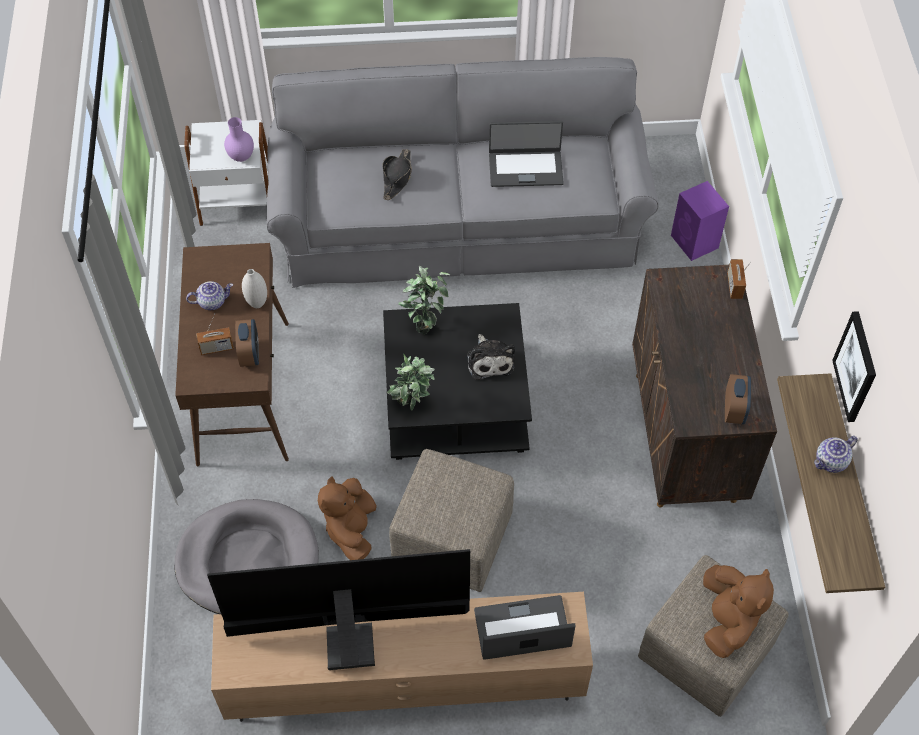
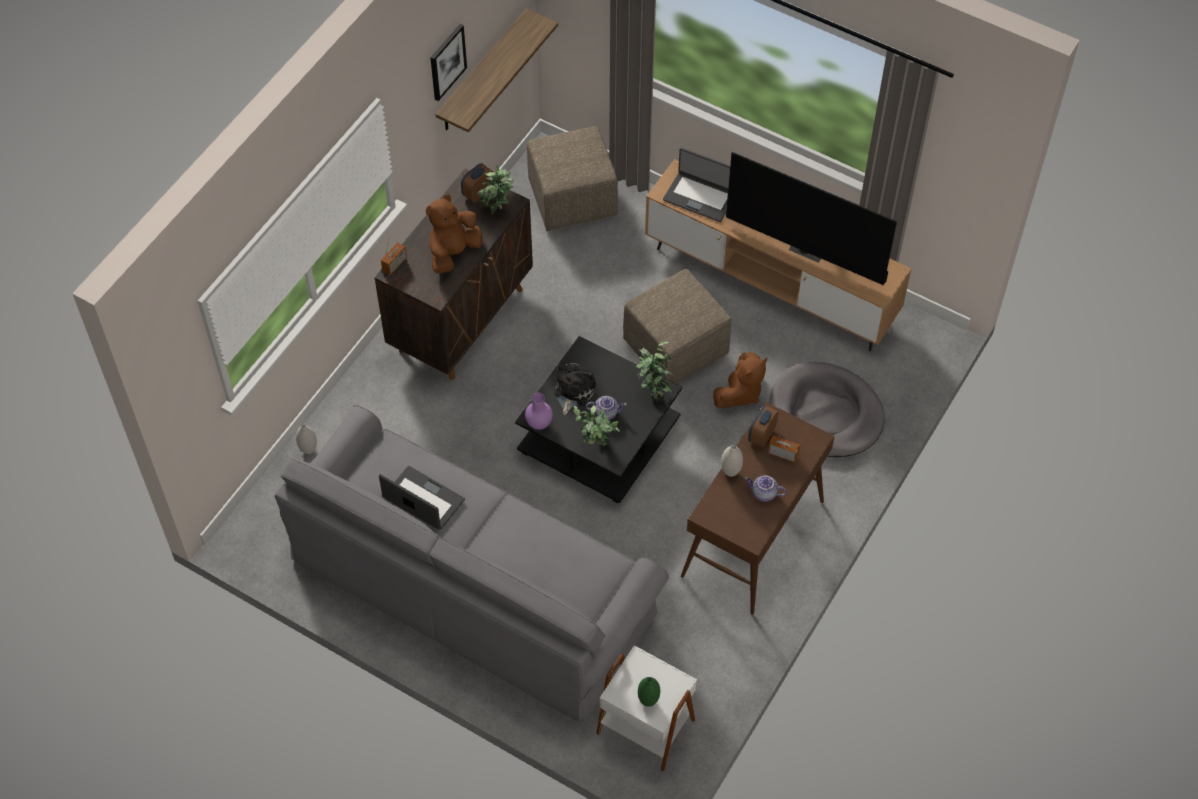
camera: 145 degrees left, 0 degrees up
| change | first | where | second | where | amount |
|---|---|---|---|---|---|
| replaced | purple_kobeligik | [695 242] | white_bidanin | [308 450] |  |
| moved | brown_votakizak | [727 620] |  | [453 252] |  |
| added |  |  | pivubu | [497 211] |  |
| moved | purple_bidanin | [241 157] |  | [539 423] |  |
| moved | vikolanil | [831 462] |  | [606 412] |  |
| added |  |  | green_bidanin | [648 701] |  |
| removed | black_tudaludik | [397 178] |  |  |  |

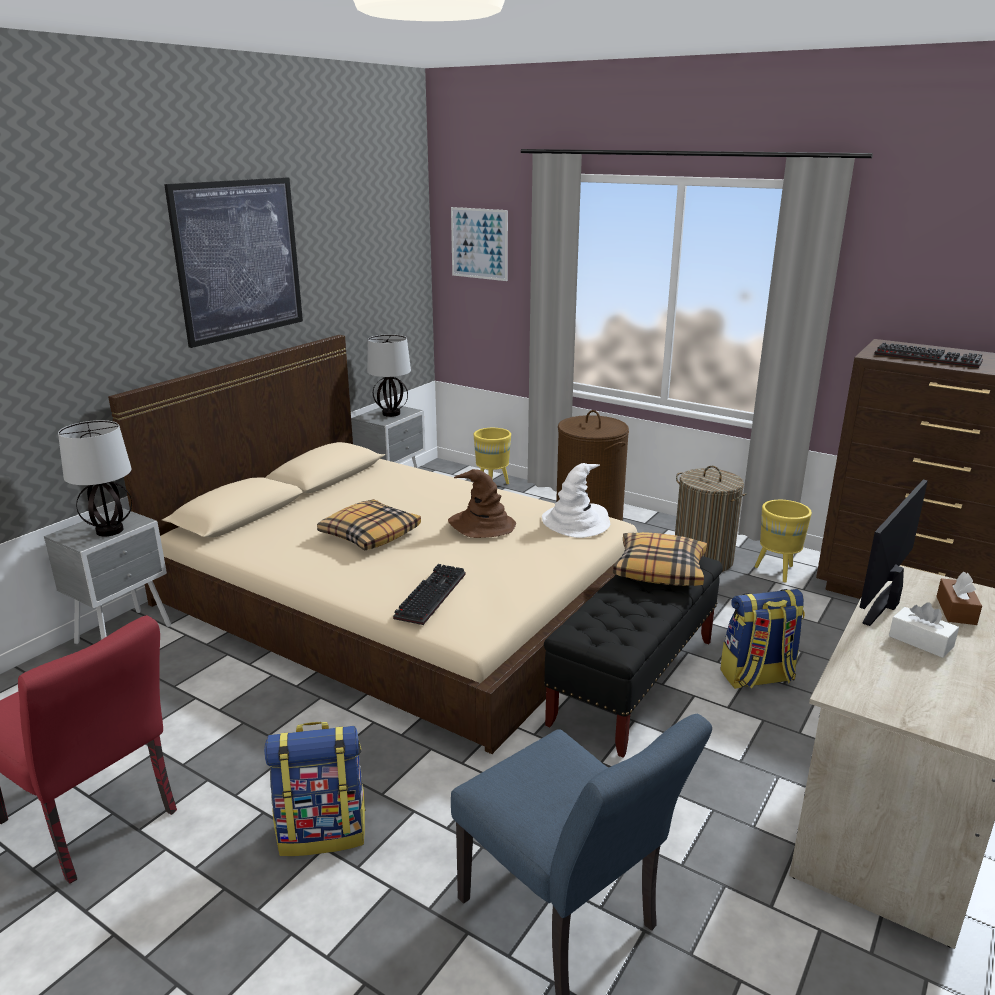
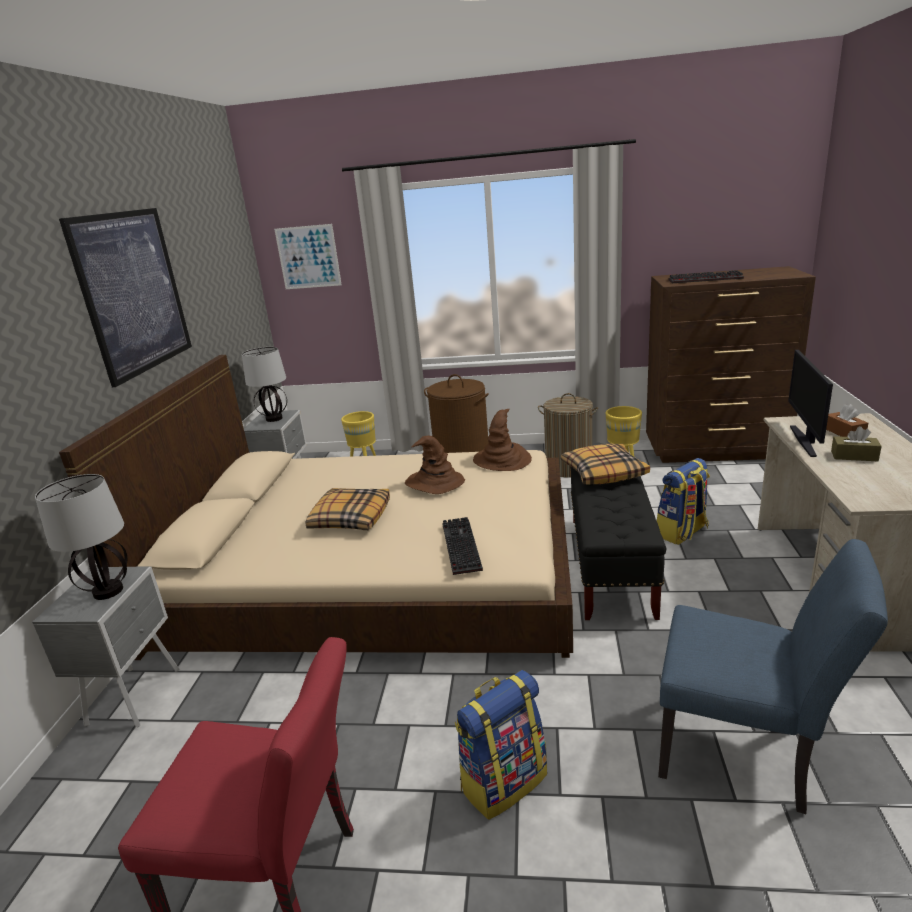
camera: 25 degrees left, 0 degrees up
| change | first | where | second | where | amount |
|---|---|---|---|---|---|
| recoloured | white_tudaludik | [576 522] | brown_tudaludik | [502 460] |  |
| recoloured | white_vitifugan | [921 641] | brown_vitifugan | [854 456] |  |

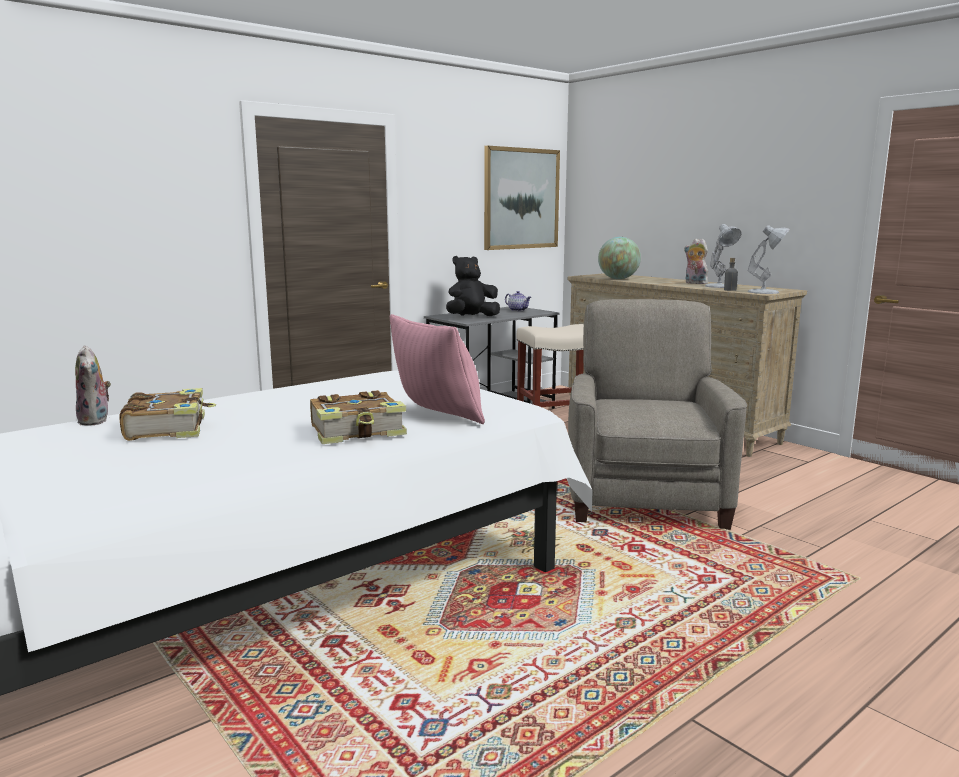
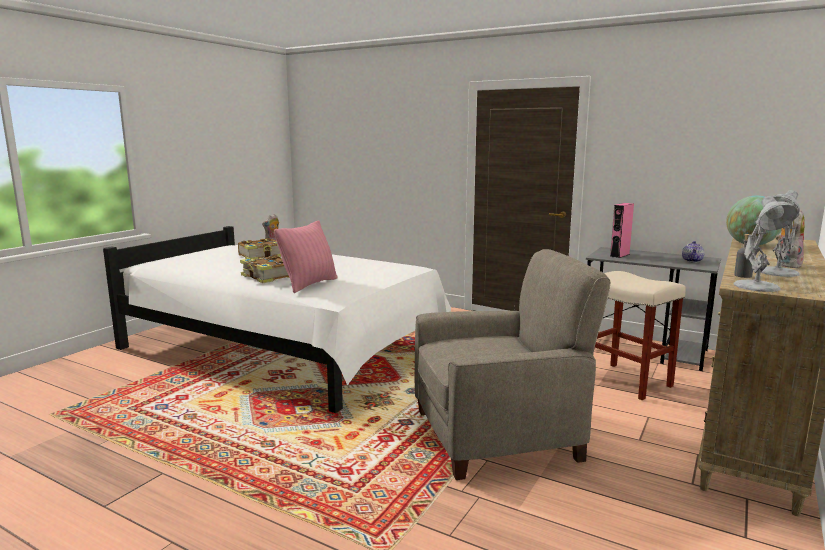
camera: 70 degrees right, 0 degrees up
| change | first | where | second | where | amount |
|---|---|---|---|---|---|
| replaced | black_votakizak | [471 317] | pink_kobeligik | [619 255] |  |
| removed | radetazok | [521 199] |  |  |  |

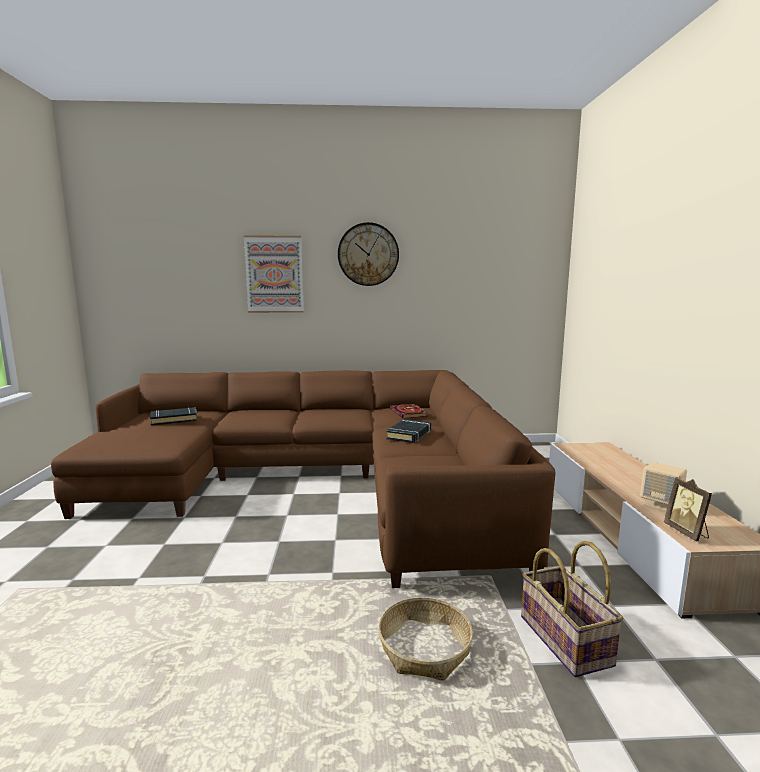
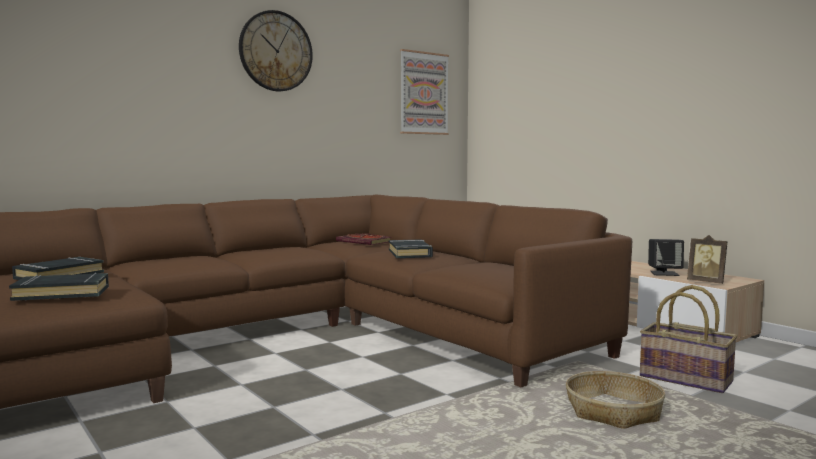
camera: 35 degrees left, 5 degrees down
| change | first | where | second | where | amount |
|---|---|---|---|---|---|
| added |  |  | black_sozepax | [62 293] |  |
| moved | radetazok | [274 274] |  | [424 93] |  |
| recoloured | beige_kobeligik | [661 505] | black_kobeligik | [664 273] |  |

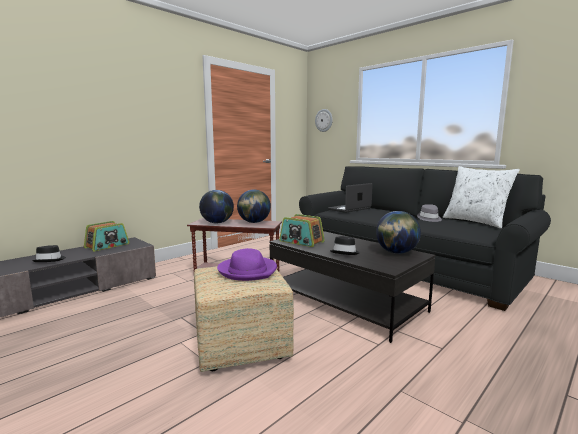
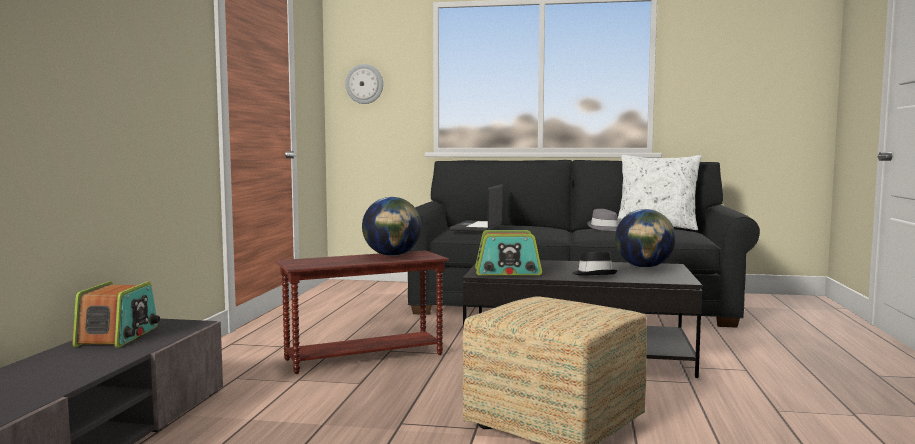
camera: 35 degrees left, 5 degrees down
| change | first | where | second | where | amount |
|---|---|---|---|---|---|
| removed | black_tudaludik | [50 260] |  |  |  |
| removed | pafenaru | [217 223] |  |  |  |
| removed | purple_tudaludik | [248 271] |  |  |  |

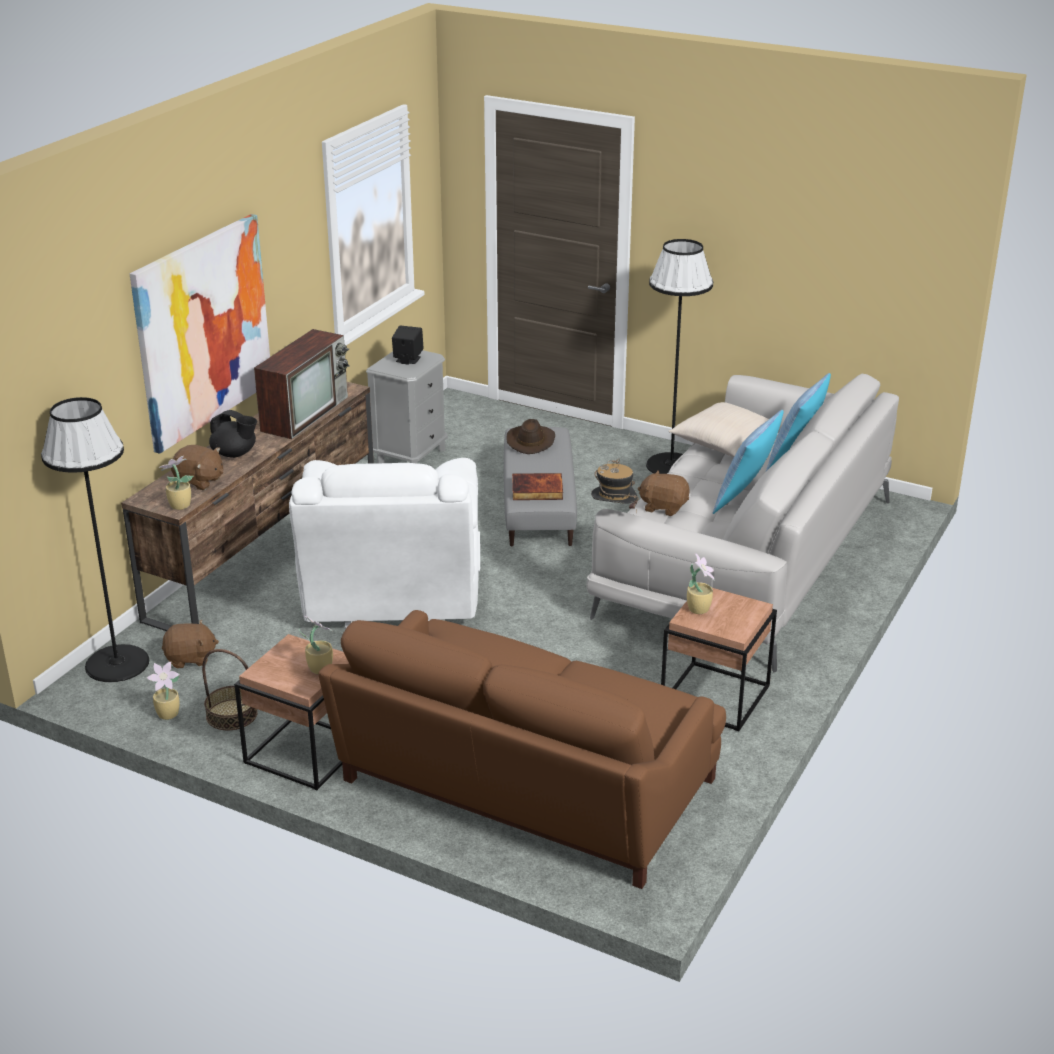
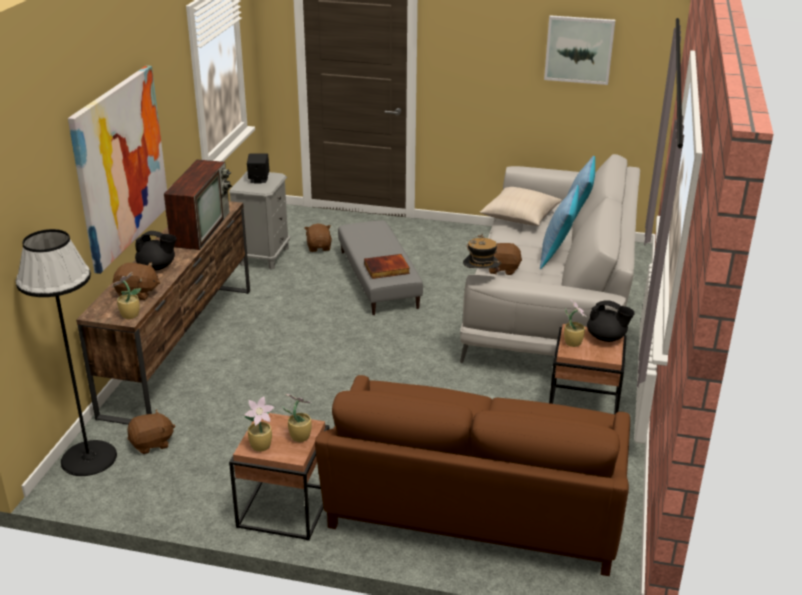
camera: 15 degrees left, 0 degrees up
| change | first | where | second | where | amount |
|---|---|---|---|---|---|
| moved | pivubu | [169 714] |  | [262 446] |  |
| added |  |  | brown_votakizak | [319 247] |  |
| added |  |  | radetazok | [579 49] |  |
| added |  |  | black_vikolanil | [606 338] |  |
| removed | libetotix | [231 715] |  |  |  |
| removed | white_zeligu | [391 605] |  |  |  |
| removed | brown_tudaludik | [530 441] |  |  |  |
| removed | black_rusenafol | [671 465] |  |  |  |

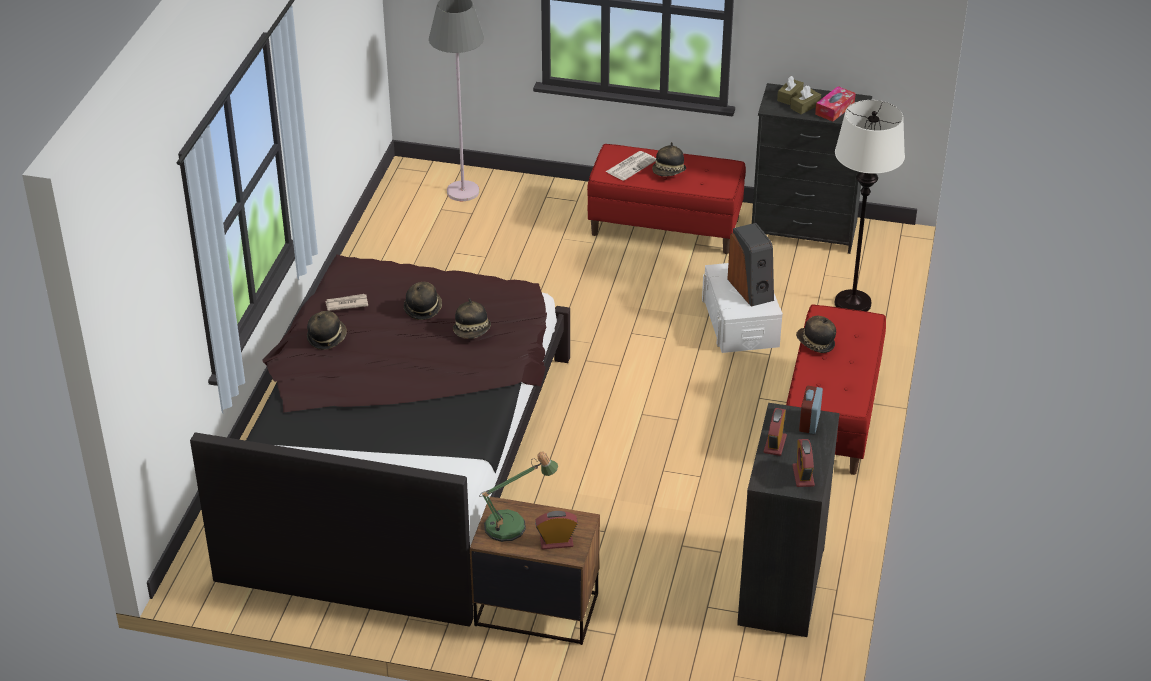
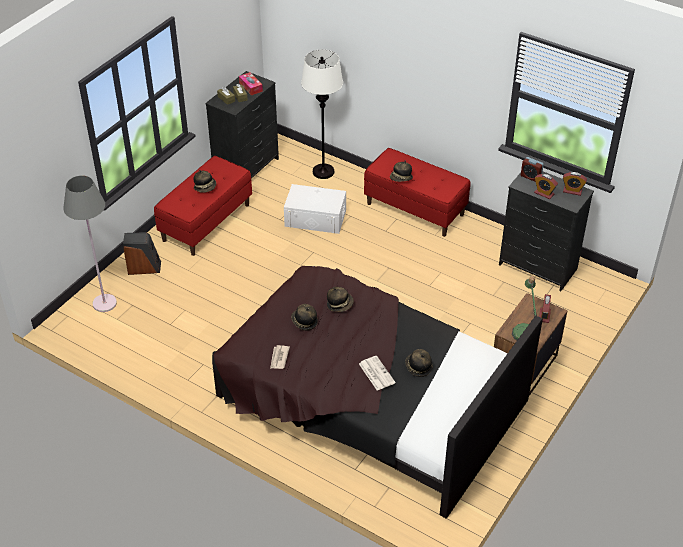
camera: 70 degrees left, 5 degrees up
| change | first | where | second | where | amount |
|---|---|---|---|---|---|
| moved | kobeligik | [751 289] |  | [144 267] |  |
| moved | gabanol | [631 166] |  | [376 373] |  |
| moved | tudaludik | [327 338] |  | [418 367] |  |

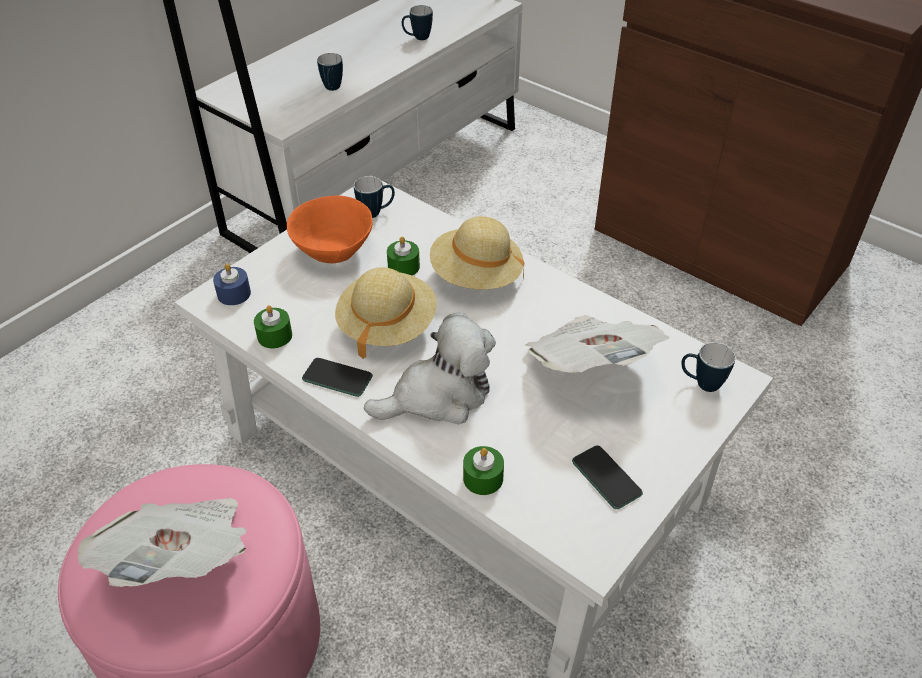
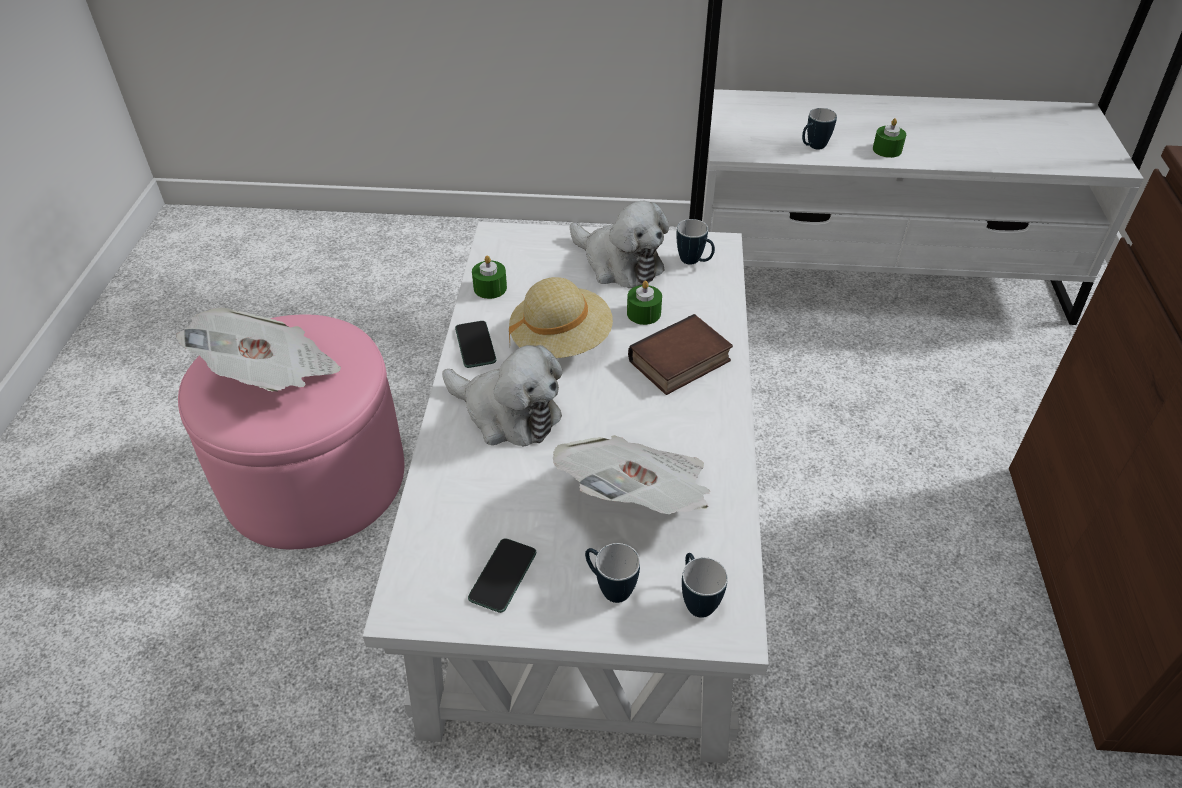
camera: 55 degrees right, 0 degrees up
| change | first | where | second | where | amount |
|---|---|---|---|---|---|
| replaced | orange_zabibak | [332 250] | votakizak | [619 263] |  |
| moved | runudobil | [417 38] |  | [609 588] |  |
| replaced | beige_tudaludik | [476 276] | sozepax | [680 363] |  |
| moved | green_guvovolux | [483 478] |  | [887 150] |  |
| removed | blue_guvovolux | [234 294] |  |  |  |

